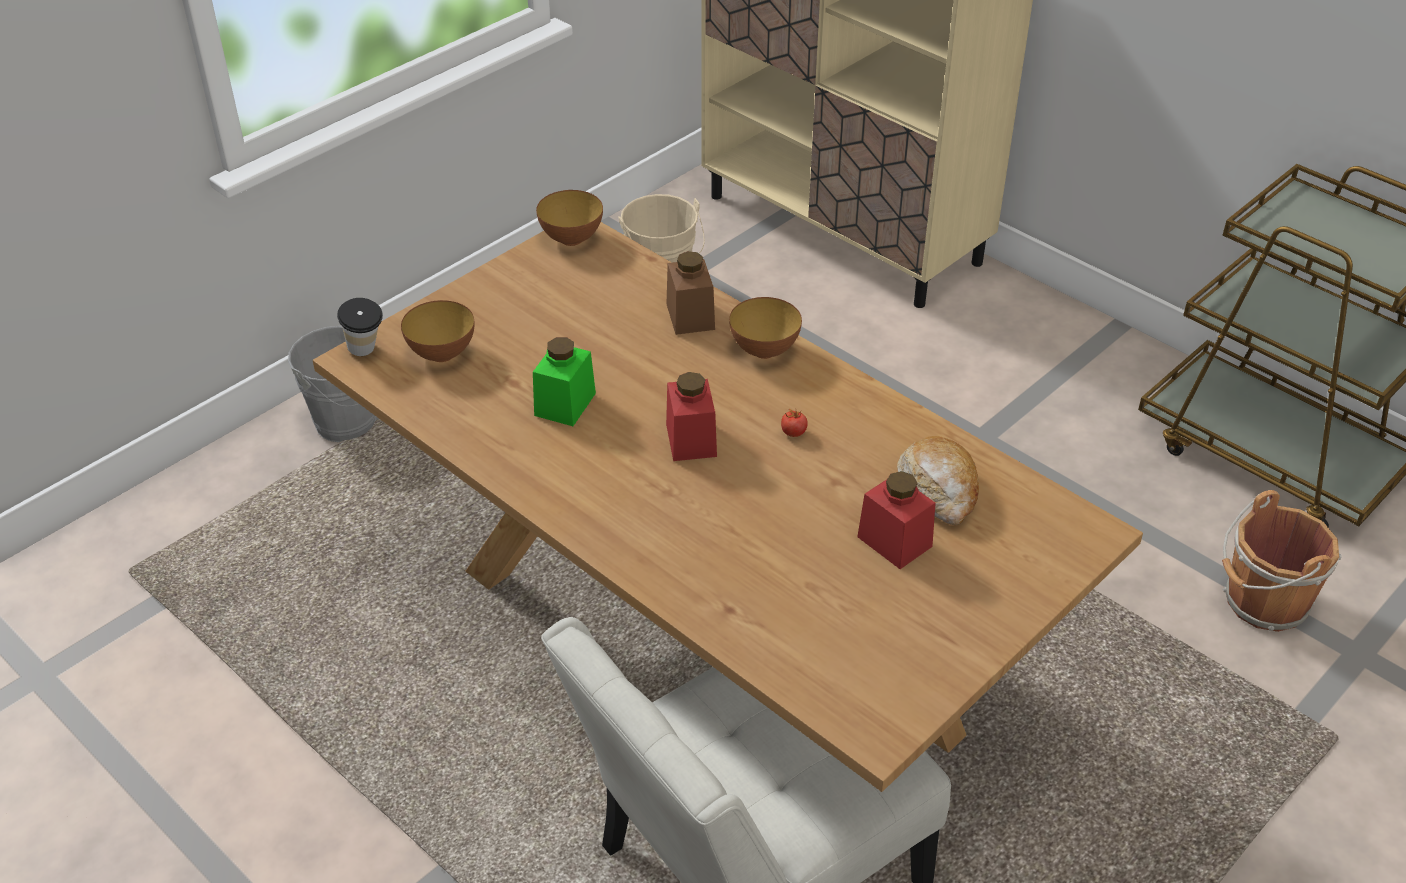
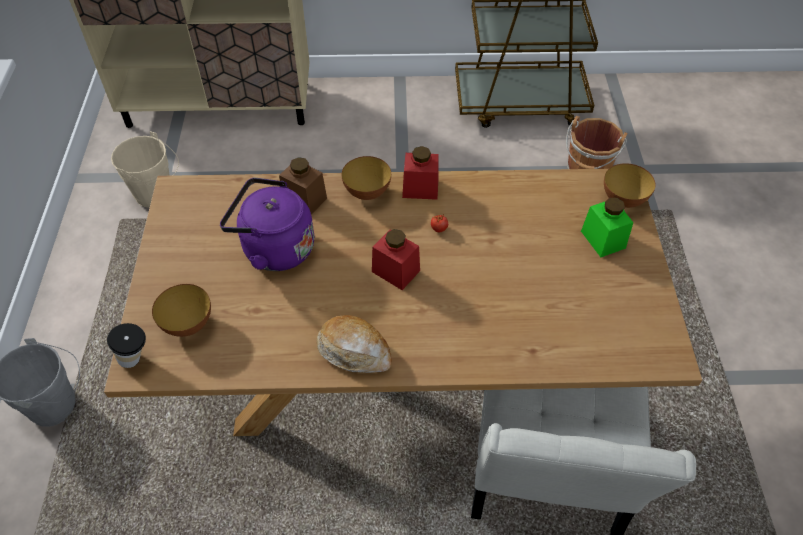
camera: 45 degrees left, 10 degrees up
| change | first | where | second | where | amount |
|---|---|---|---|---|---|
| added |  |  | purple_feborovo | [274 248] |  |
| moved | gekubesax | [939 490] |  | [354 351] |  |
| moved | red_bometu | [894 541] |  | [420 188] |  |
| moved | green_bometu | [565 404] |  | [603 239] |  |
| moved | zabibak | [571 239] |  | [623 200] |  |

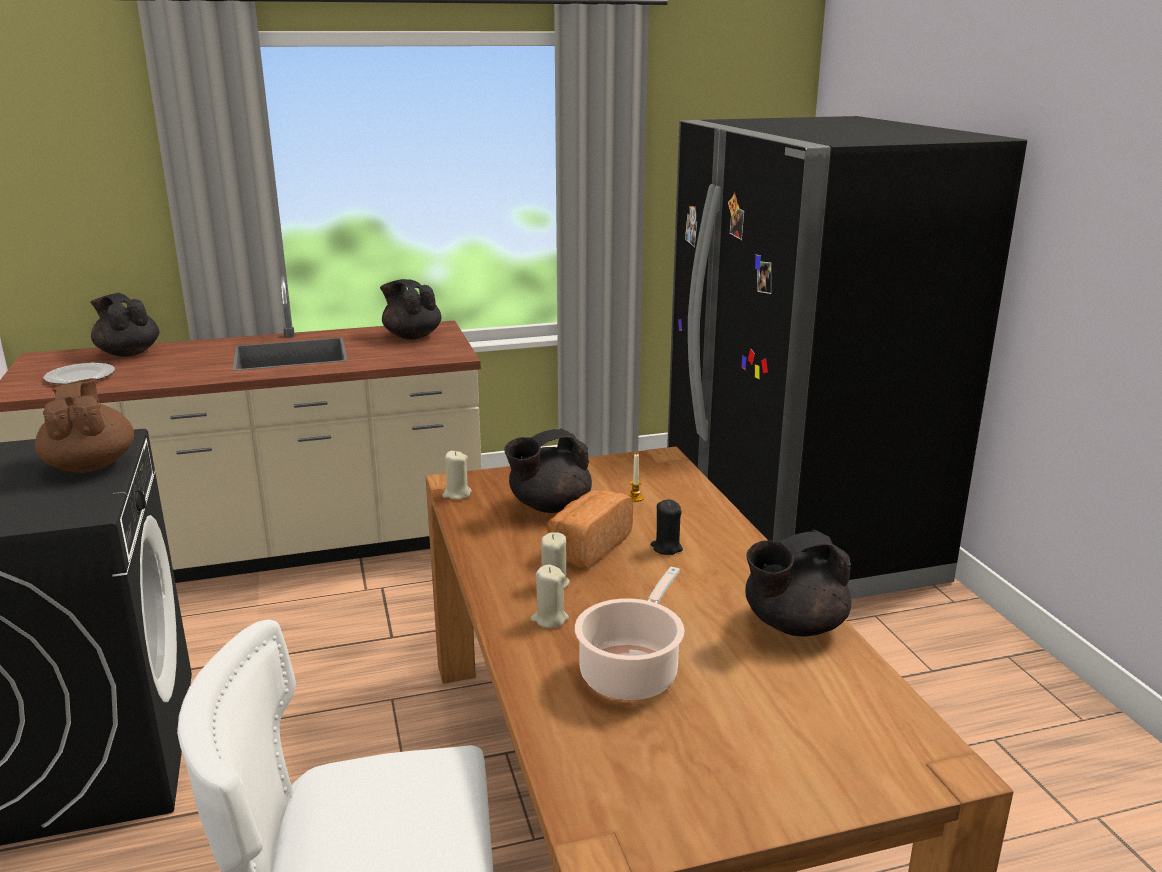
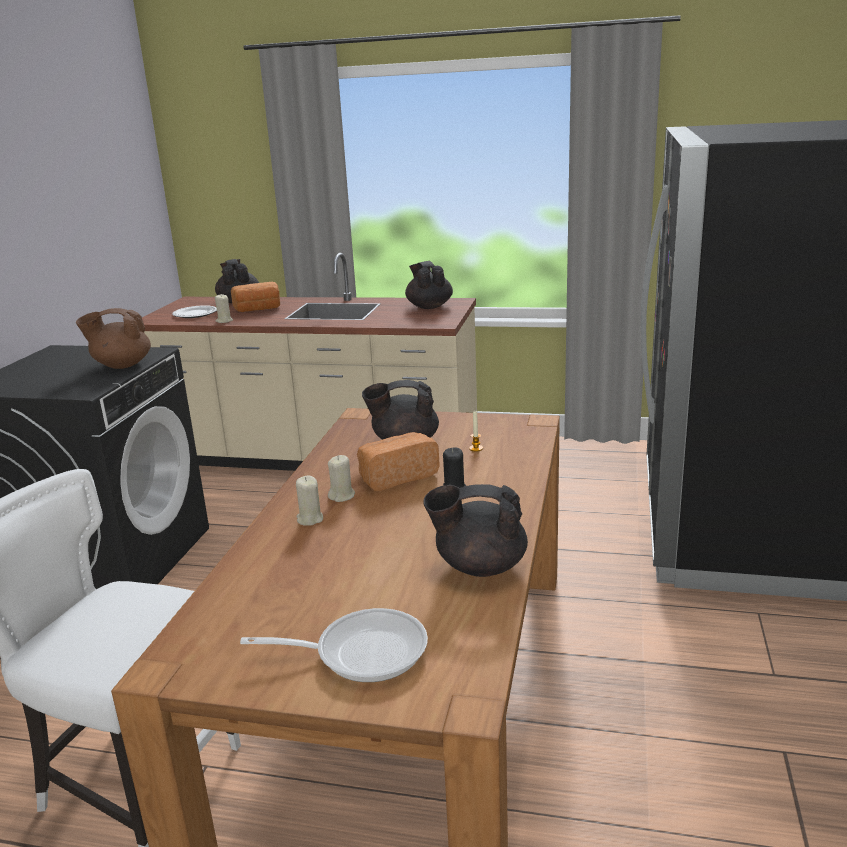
camera: 30 degrees right, 0 degrees up
| change | first | where | second | where | amount |
|---|---|---|---|---|---|
| turned | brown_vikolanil | [90 465] |  | [121 365] | 105 degrees counterclockwise |
| moved | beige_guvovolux | [457 494] |  | [224 321] |  |
| added |  |  | gekubesax | [258 309] |  |
| added |  |  | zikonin | [361 652] |  |
| removed | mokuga | [631 672] |  |  |  |

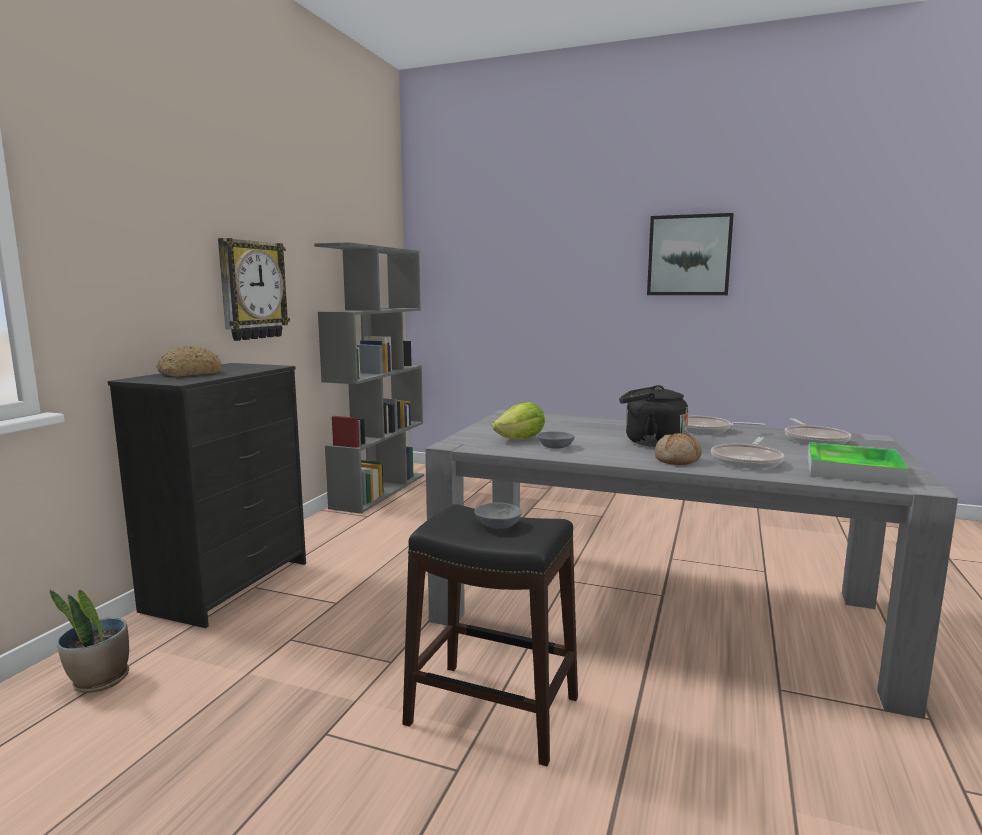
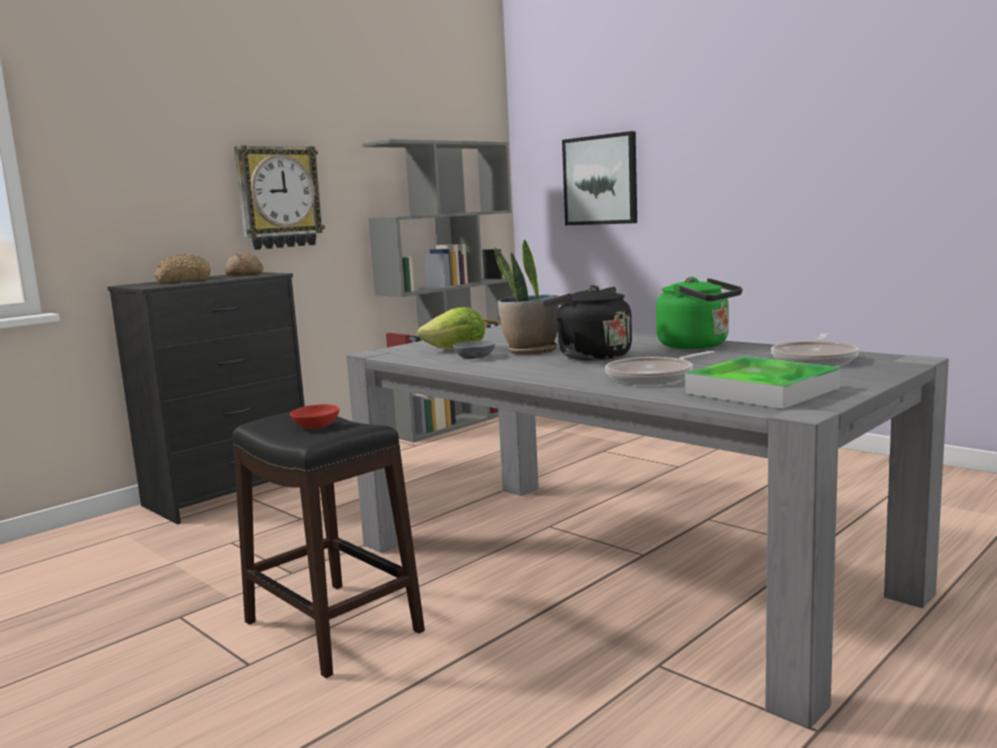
camera: 25 degrees right, 0 degrees up
| change | first | where | second | where | amount |
|---|---|---|---|---|---|
| moved | gekubesax | [678 460] |  | [244 274] |  |
| recoloured | grey_zabibak | [496 525] | red_zabibak | [314 425] |  |
| moved | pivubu | [99 681] |  | [531 351] |  |
| moved | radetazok | [689 255] |  | [600 180] |  |
| replaced | zikonin | [705 429] | green_feborovo | [697 346] |  |

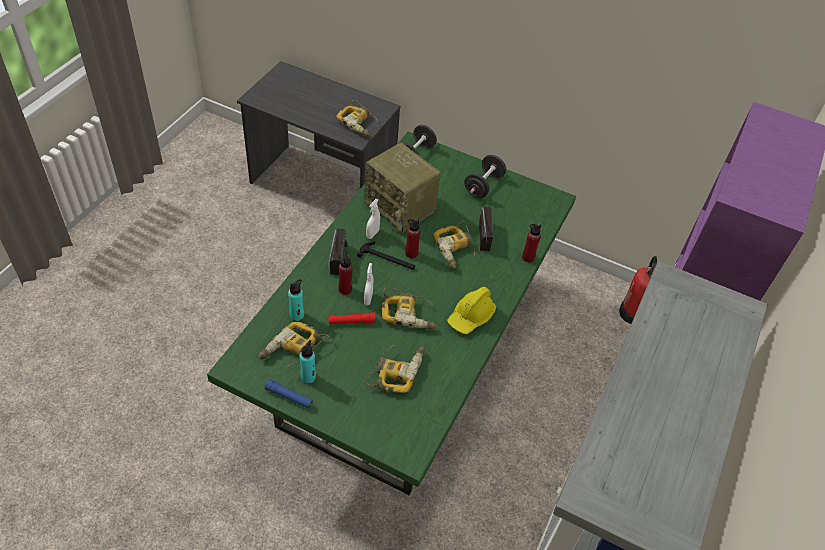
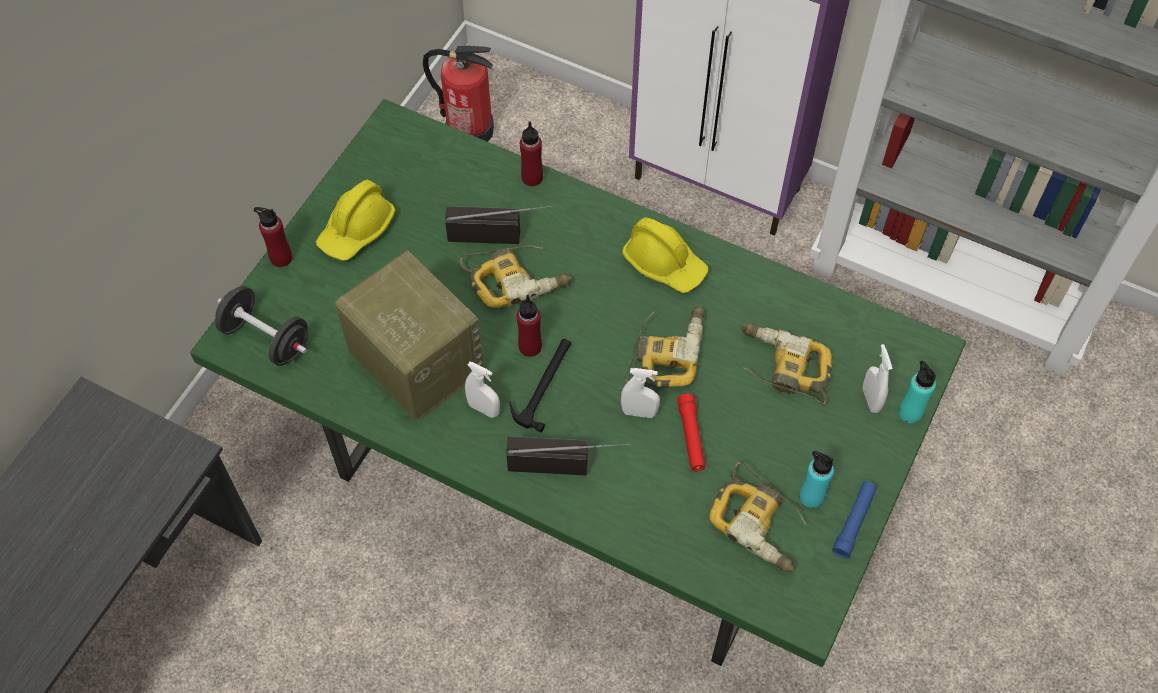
camera: 85 degrees left, 10 degrees up
| change | first | where | second | where | amount |
|---|---|---|---|---|---|
| moved | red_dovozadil | [345 289] |  | [281 258] |  |
| replaced | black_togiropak | [483 185] | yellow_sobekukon | [357 230] |  |
| turned | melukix | [401 207] |  | [414 362] | 90 degrees counterclockwise |
| added |  |  | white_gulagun | [871 399] |  |
| moved | turquoise_dovozadil | [297 315] |  | [910 412] |  |
| removed | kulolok | [359 123] |  |  |  |

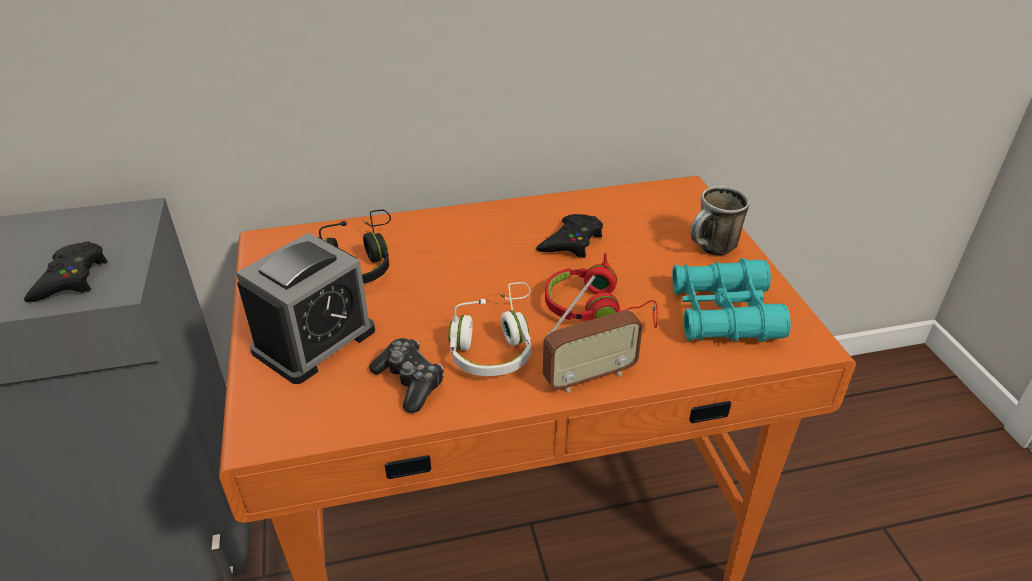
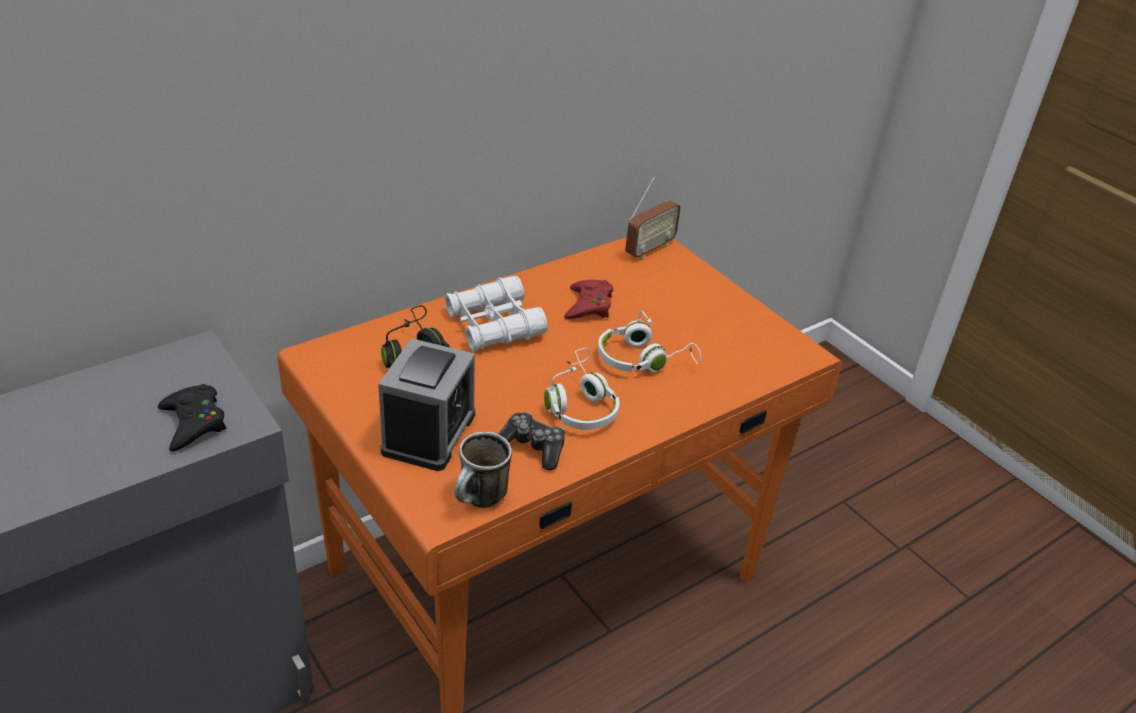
camera: 25 degrees left, 0 degrees up
| change | first | where | second | where | amount |
|---|---|---|---|---|---|
| added |  |  | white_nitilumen | [494 325] |  |
| moved | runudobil | [712 250] |  | [481 501] |  |
| recoloured | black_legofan | [571 242] | red_legofan | [588 305] |  |
| recoloured | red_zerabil | [598 310] | white_zerabil | [643 359] |  |
| moved | melukix | [589 377] |  | [649 249] |  |
| removed | turquoise_nitilumen | [723 313] |  |  |  |

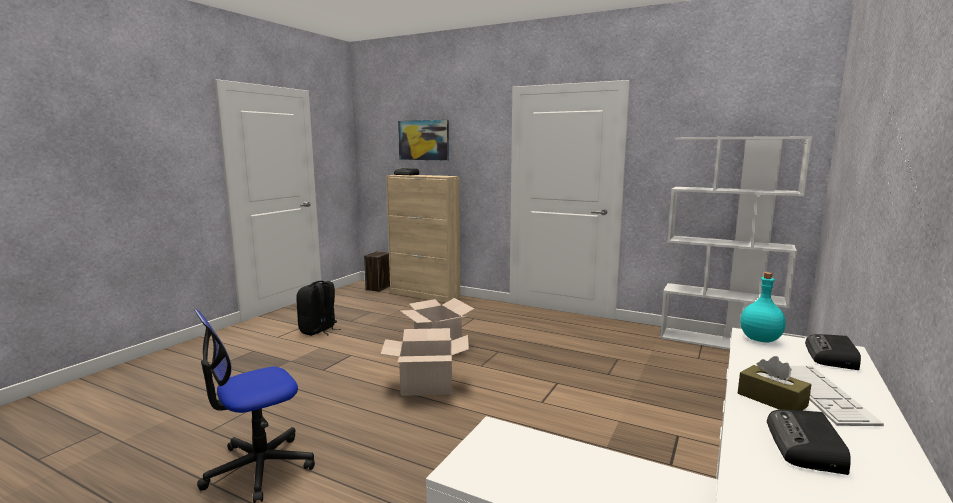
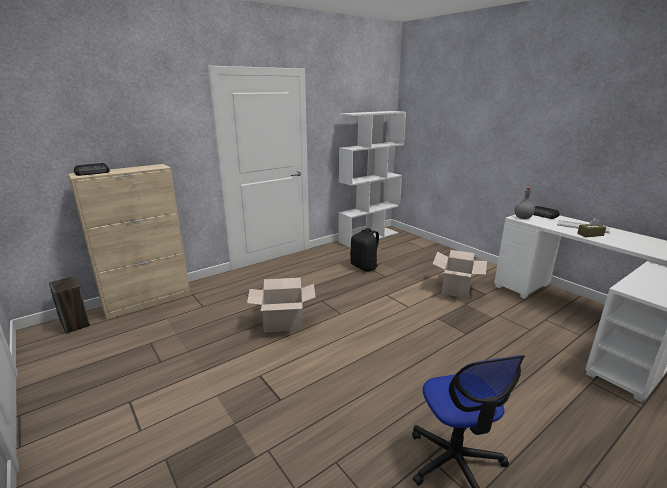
camera: 65 degrees left, 10 degrees up
| change | first | where | second | where | amount |
|---|---|---|---|---|---|
| moved | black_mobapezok | [319 330] |  | [364 267] |  |
| moved | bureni | [427 385] |  | [456 288] |  |
| recoloured | turquoise_dovozadil | [759 339] | grey_dovozadil | [522 218] |  |
| removed | radetazok | [424 140] |  |  |  |
| removed | melukix | [806 447] |  |  |  |

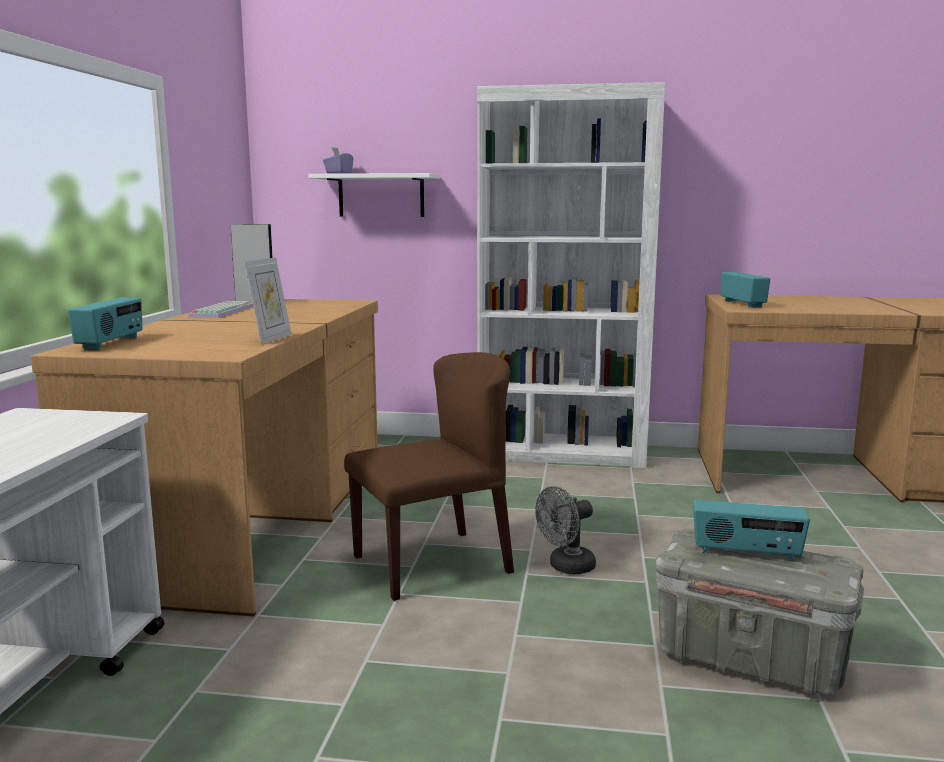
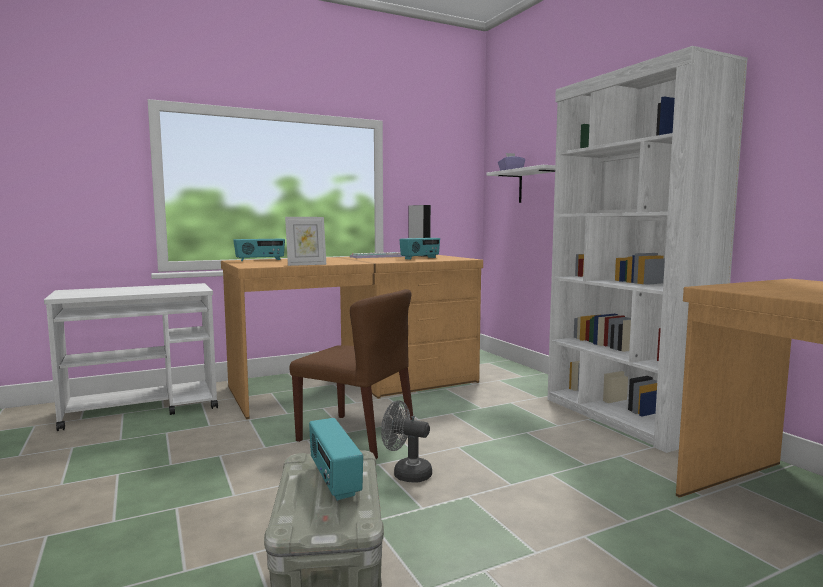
camera: 55 degrees right, 5 degrees down
| change | first | where | second | where | amount |
|---|---|---|---|---|---|
| moved | melukix | [743 304] |  | [420 258] |  |

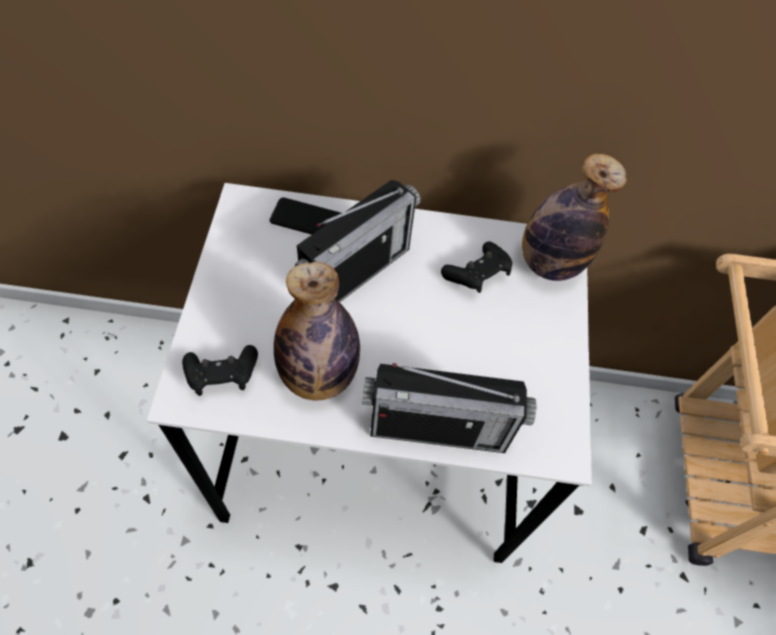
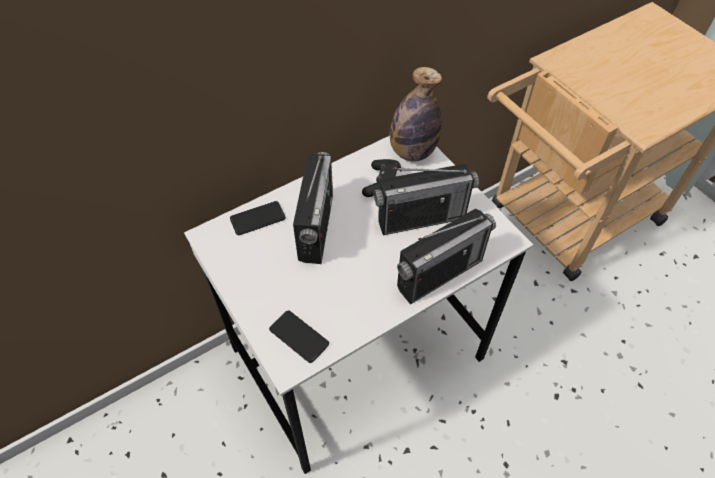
camera: 35 degrees left, 5 degrees down
| change | first | where | second | where | amount |
|---|---|---|---|---|---|
| replaced | black_legofan | [222 376] | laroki | [299 336] |  |
| added |  |  | melukix | [421 218] |  |
| removed | dovozadil | [318 375] |  |  |  |

